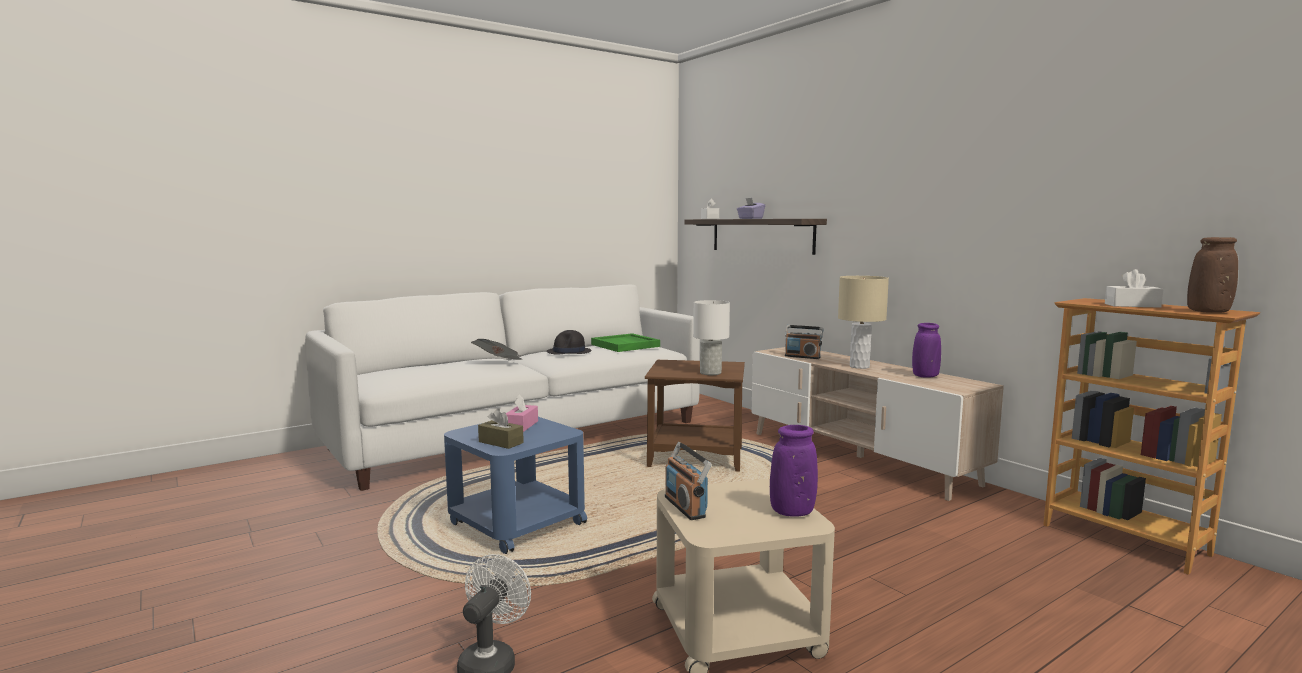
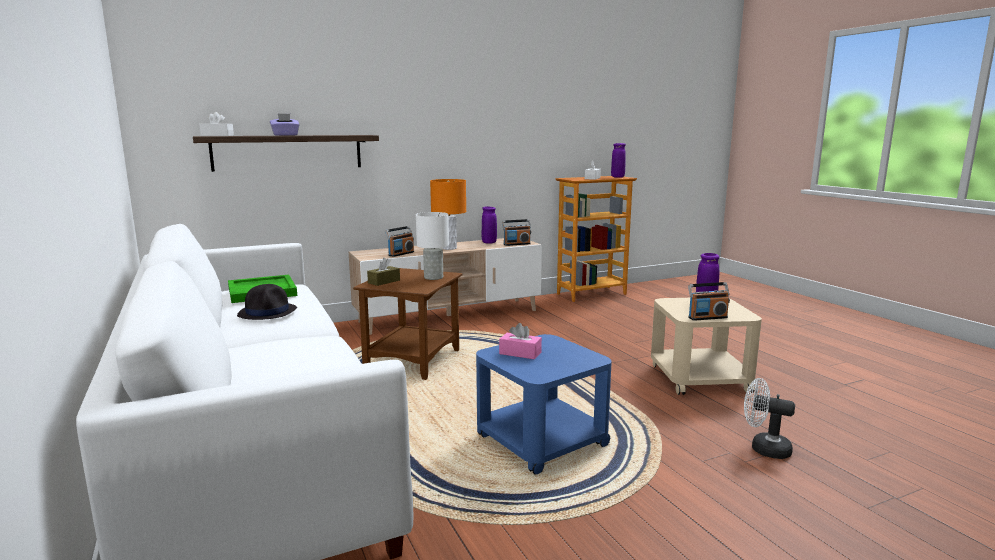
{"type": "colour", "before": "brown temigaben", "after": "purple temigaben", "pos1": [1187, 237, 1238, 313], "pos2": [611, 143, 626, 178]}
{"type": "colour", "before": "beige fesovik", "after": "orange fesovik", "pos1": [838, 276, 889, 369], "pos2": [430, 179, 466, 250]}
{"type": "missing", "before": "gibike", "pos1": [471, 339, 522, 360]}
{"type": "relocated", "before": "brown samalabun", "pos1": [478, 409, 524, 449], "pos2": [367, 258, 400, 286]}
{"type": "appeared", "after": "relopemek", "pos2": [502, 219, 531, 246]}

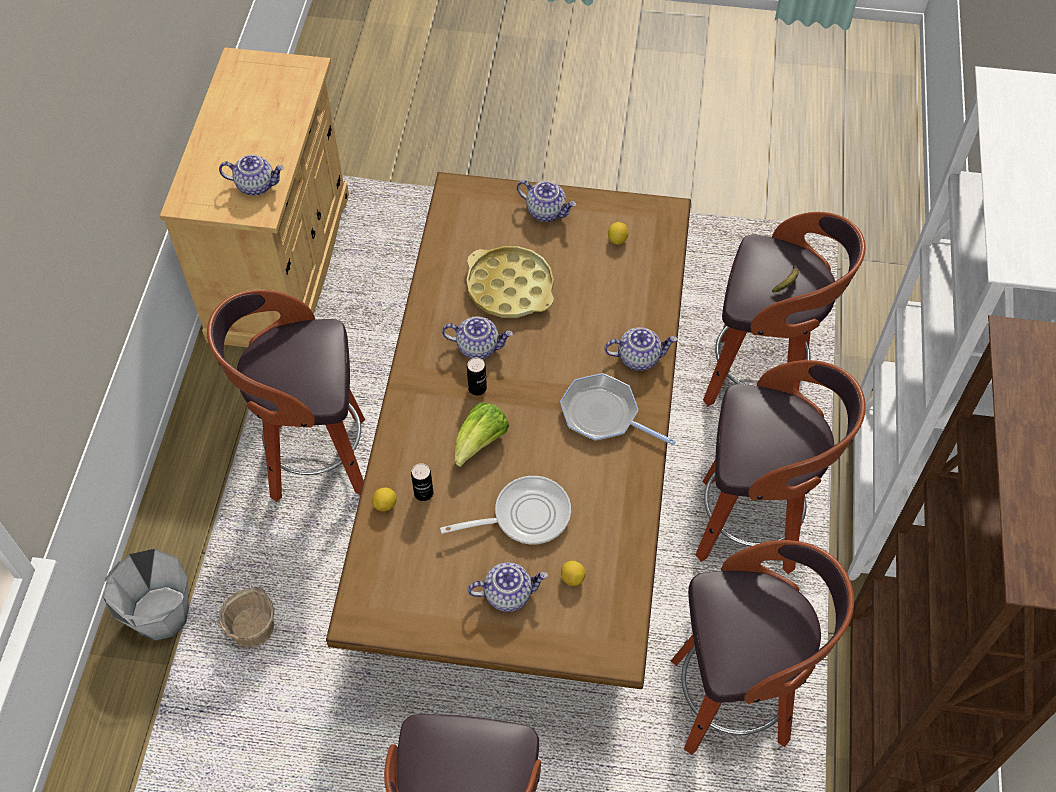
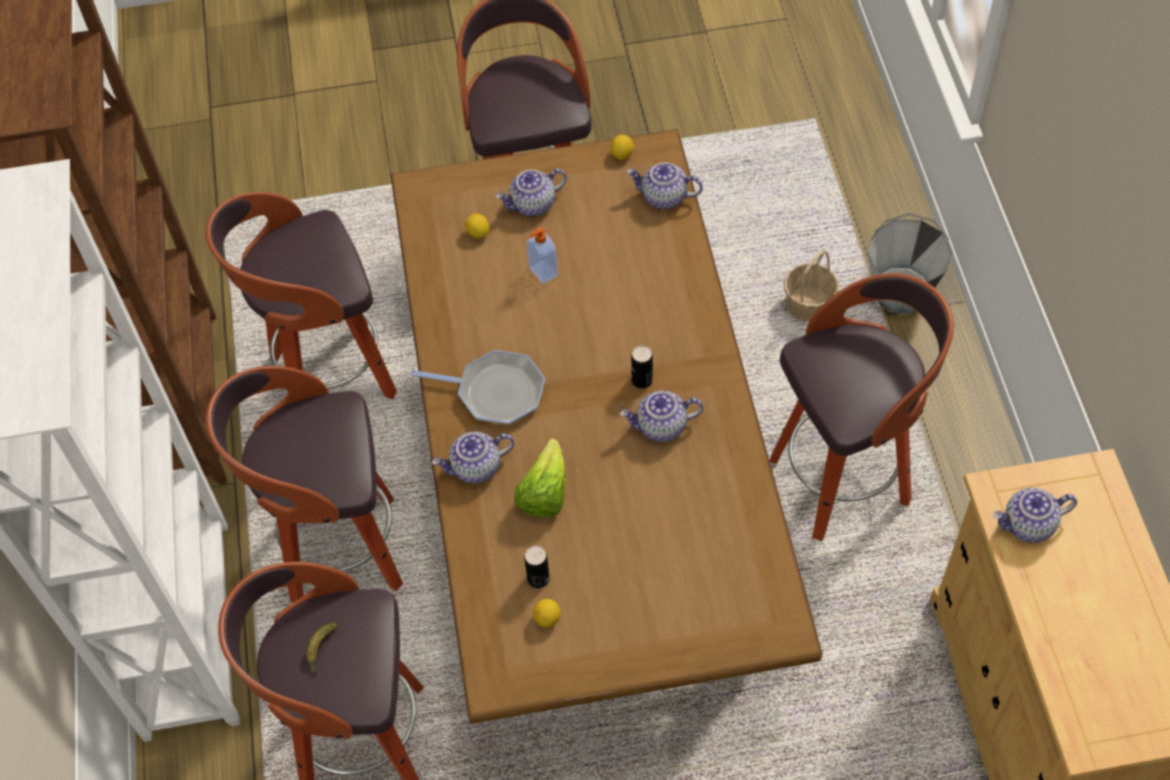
{"type": "relocated", "before": "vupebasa", "pos1": [517, 180, 576, 222], "pos2": [627, 162, 703, 209]}
{"type": "missing", "before": "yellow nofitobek", "pos1": [466, 246, 554, 318]}
{"type": "relocated", "before": "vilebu", "pos1": [455, 402, 509, 467], "pos2": [514, 439, 567, 518]}
{"type": "relocated", "before": "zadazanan", "pos1": [411, 463, 433, 501], "pos2": [524, 546, 550, 588]}
{"type": "exchanged", "before": "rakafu", "after": "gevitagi", "pos1": [440, 476, 571, 544], "pos2": [526, 227, 558, 284]}
{"type": "relocated", "before": "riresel", "pos1": [372, 488, 397, 511], "pos2": [611, 135, 634, 160]}

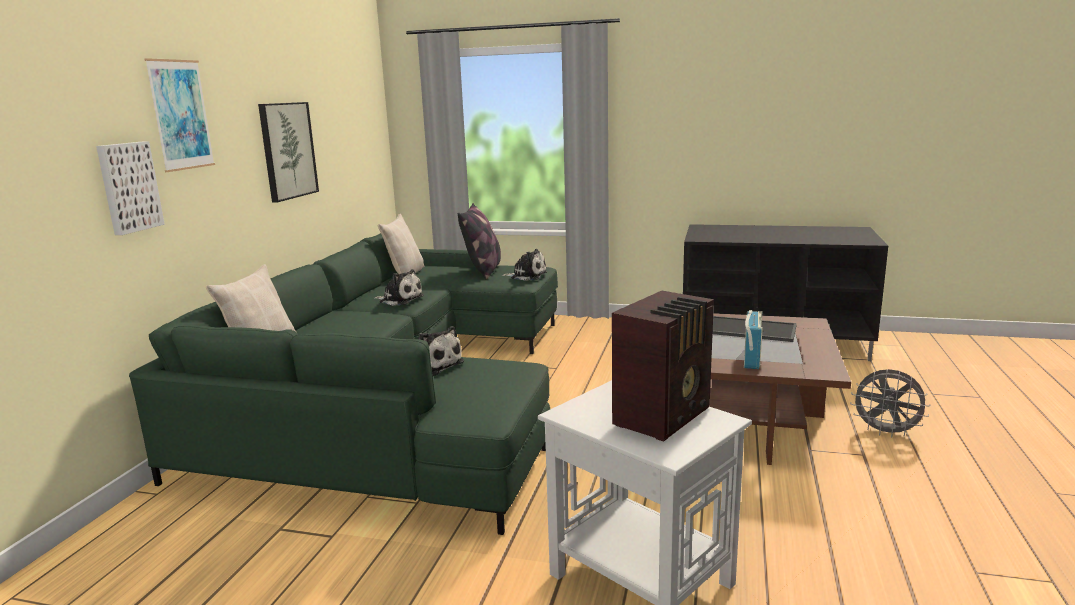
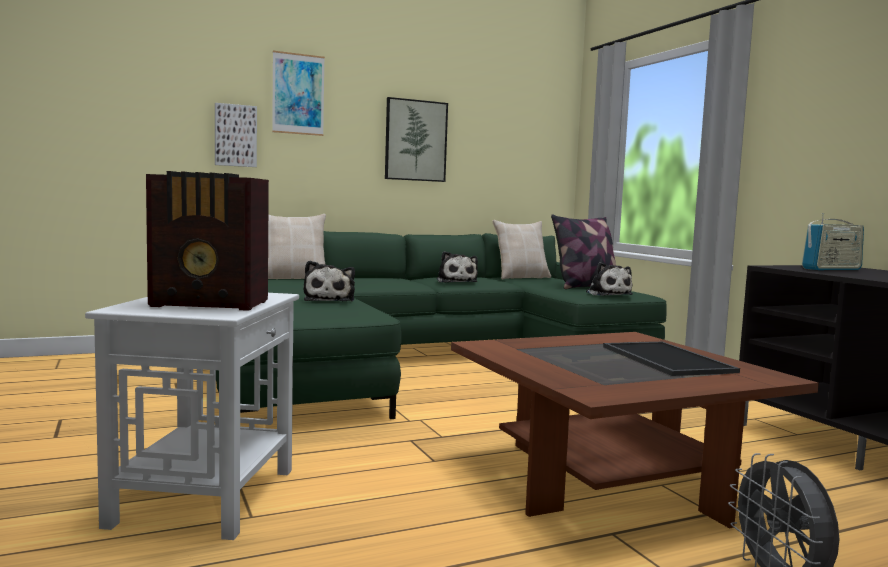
{"type": "relocated", "before": "relopemek", "pos1": [744, 310, 763, 369], "pos2": [802, 213, 864, 270]}

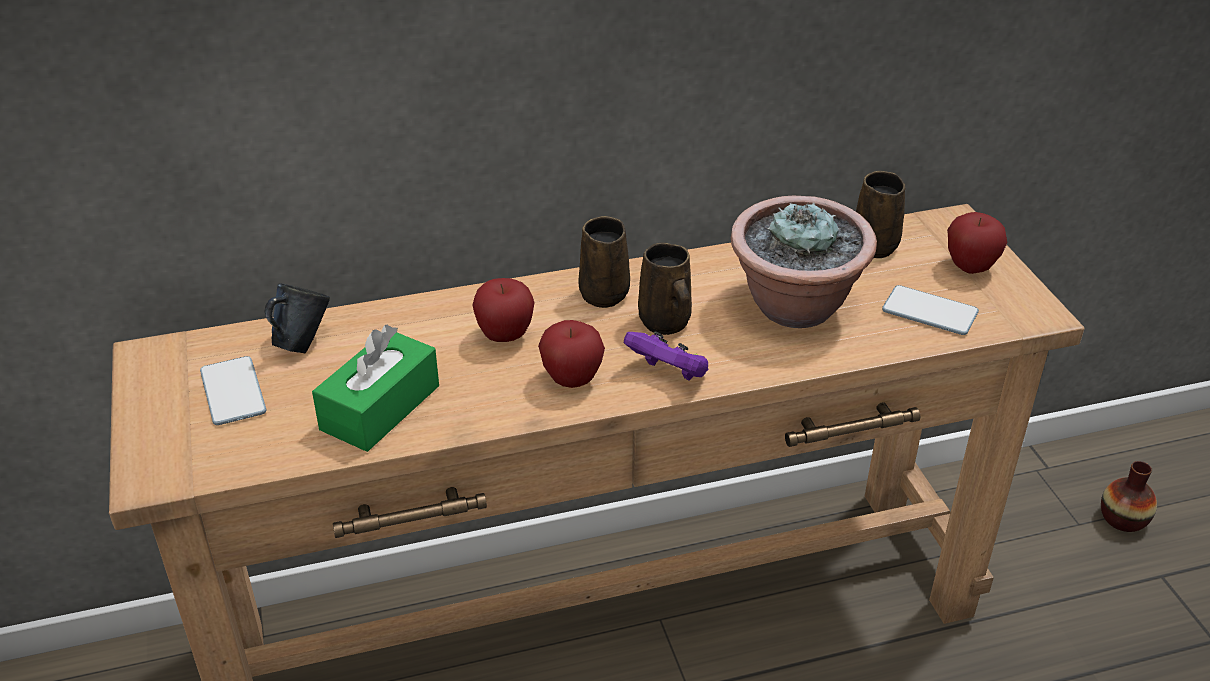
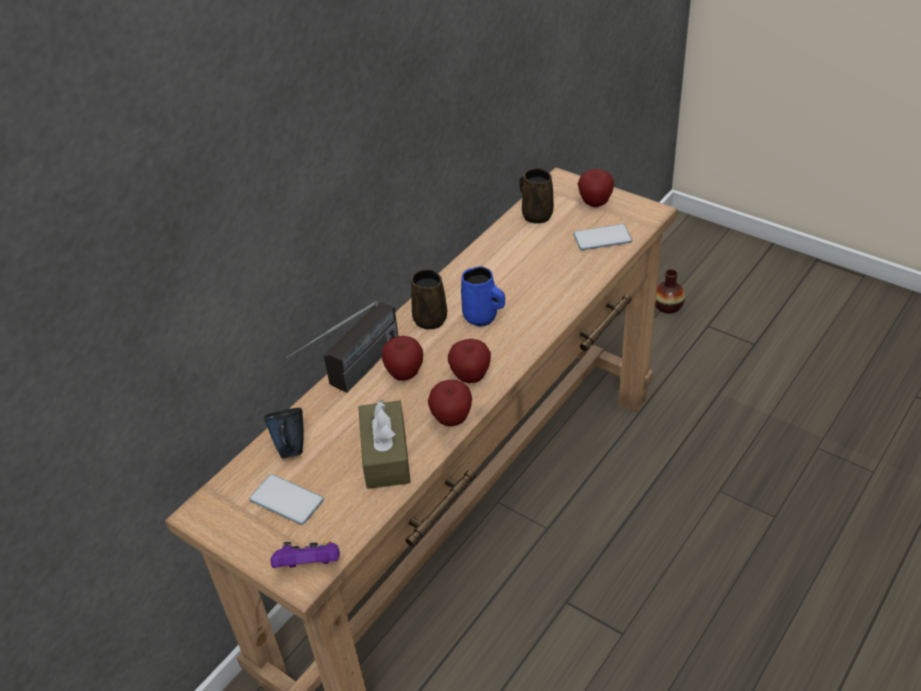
{"type": "missing", "before": "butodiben", "pos1": [731, 196, 877, 328]}
{"type": "colour", "before": "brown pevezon", "after": "blue pevezon", "pos1": [638, 242, 692, 335], "pos2": [461, 266, 505, 326]}
{"type": "colour", "before": "green samalabun", "after": "brown samalabun", "pos1": [312, 325, 439, 452], "pos2": [358, 400, 411, 489]}
{"type": "relocated", "before": "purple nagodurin", "pos1": [624, 332, 708, 381], "pos2": [270, 541, 340, 568]}
{"type": "appeared", "after": "relopemek", "pos2": [286, 301, 398, 393]}
{"type": "appeared", "after": "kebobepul", "pos2": [428, 380, 472, 426]}

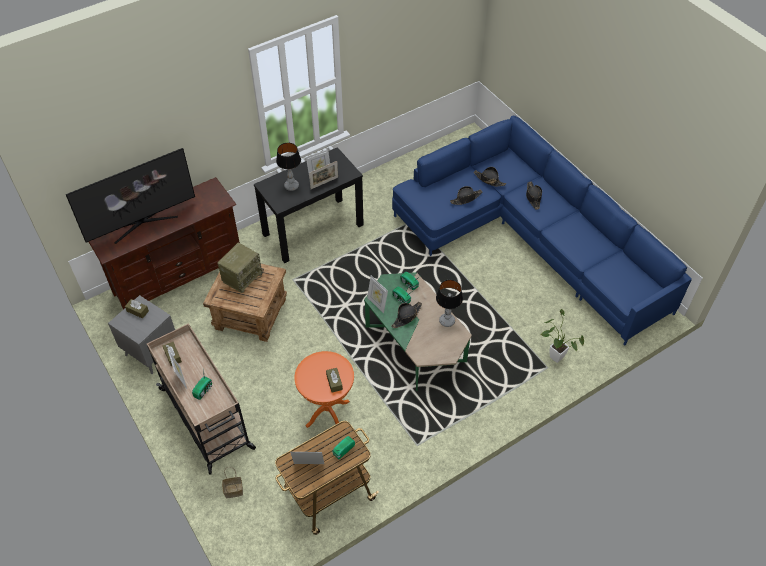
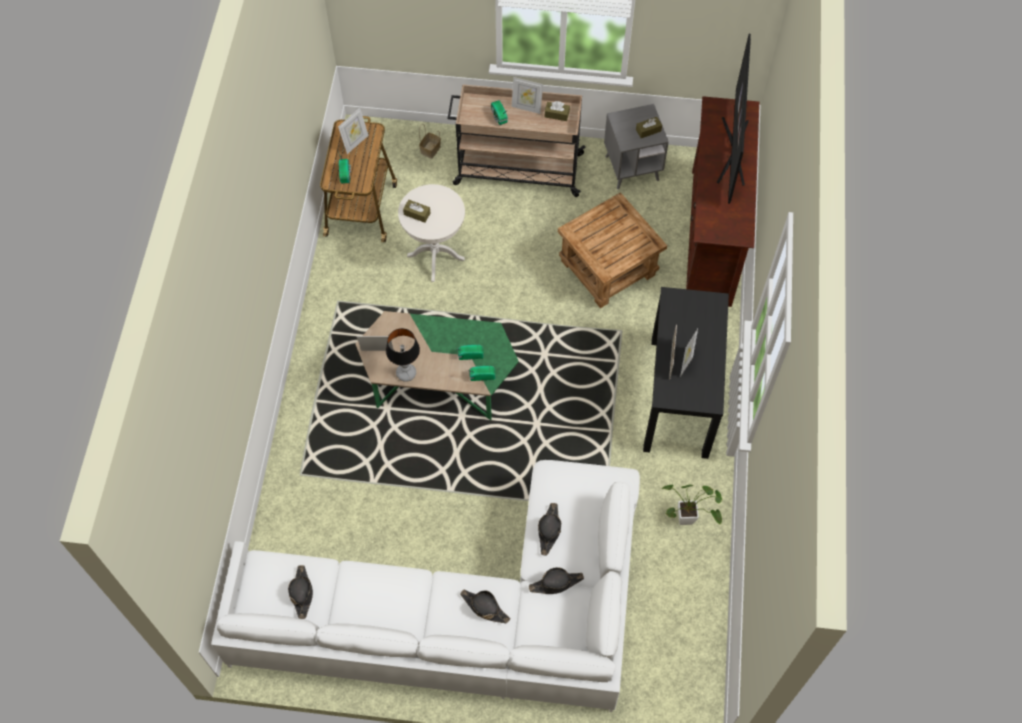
{"type": "colour", "before": "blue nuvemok", "after": "white nuvemok", "pos1": [392, 116, 692, 346], "pos2": [211, 460, 640, 712]}
{"type": "missing", "before": "fesovik", "pos1": [276, 143, 301, 191]}
{"type": "missing", "before": "relopemek", "pos1": [218, 243, 264, 293]}
{"type": "relocated", "before": "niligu", "pos1": [367, 276, 388, 313], "pos2": [357, 336, 394, 351]}
{"type": "relocated", "before": "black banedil", "pos1": [391, 301, 422, 328], "pos2": [288, 565, 313, 619]}
{"type": "relocated", "before": "butodiben", "pos1": [541, 309, 584, 363], "pos2": [661, 484, 722, 525]}
{"type": "colour", "before": "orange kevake", "after": "white kevake", "pos1": [294, 351, 354, 432], "pos2": [398, 184, 465, 282]}

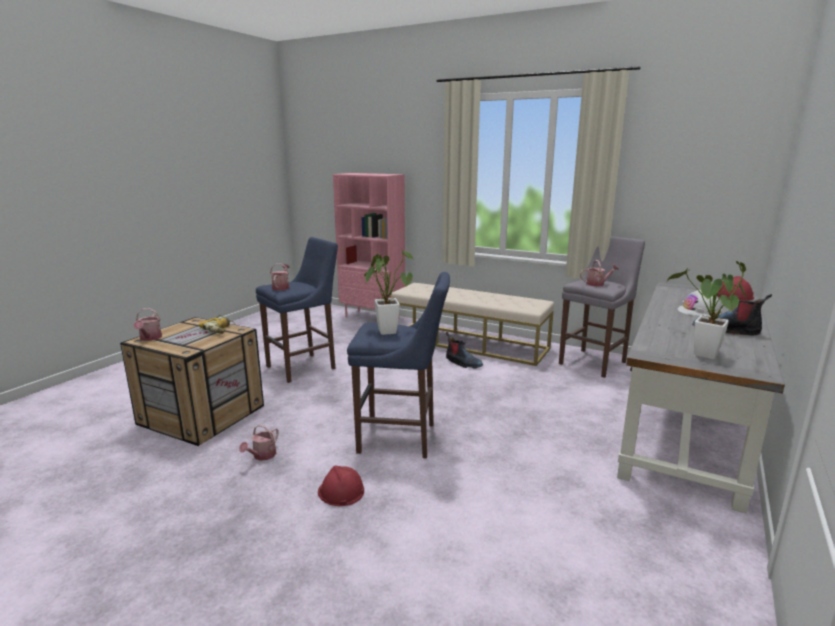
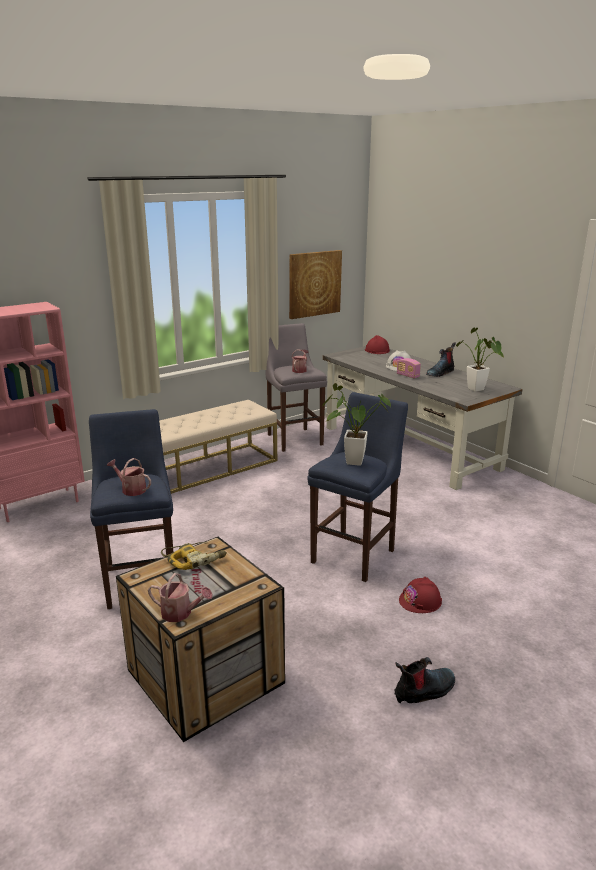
{"type": "relocated", "before": "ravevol", "pos1": [446, 332, 483, 369], "pos2": [394, 657, 455, 703]}
{"type": "missing", "before": "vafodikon", "pos1": [239, 425, 279, 461]}
{"type": "appeared", "after": "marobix", "pos2": [289, 250, 342, 319]}
{"type": "appeared", "after": "relopemek", "pos2": [397, 358, 421, 378]}

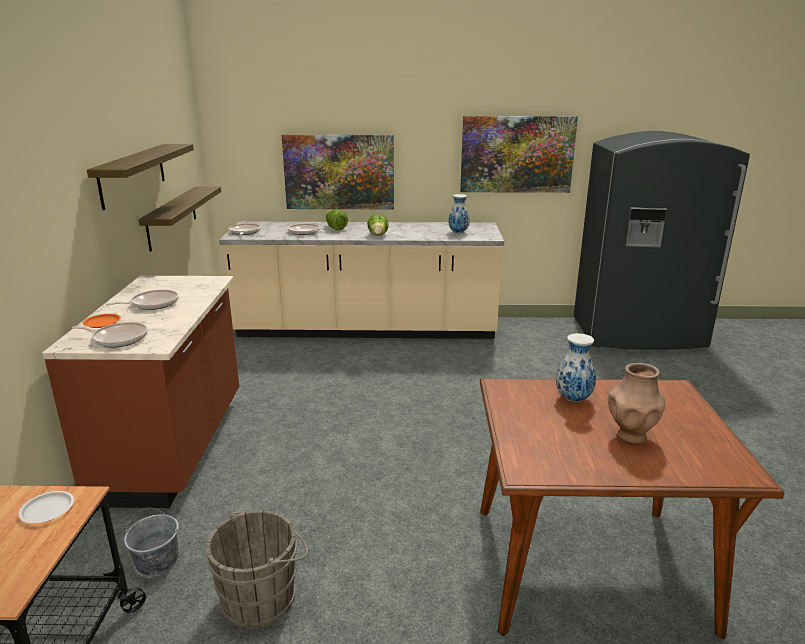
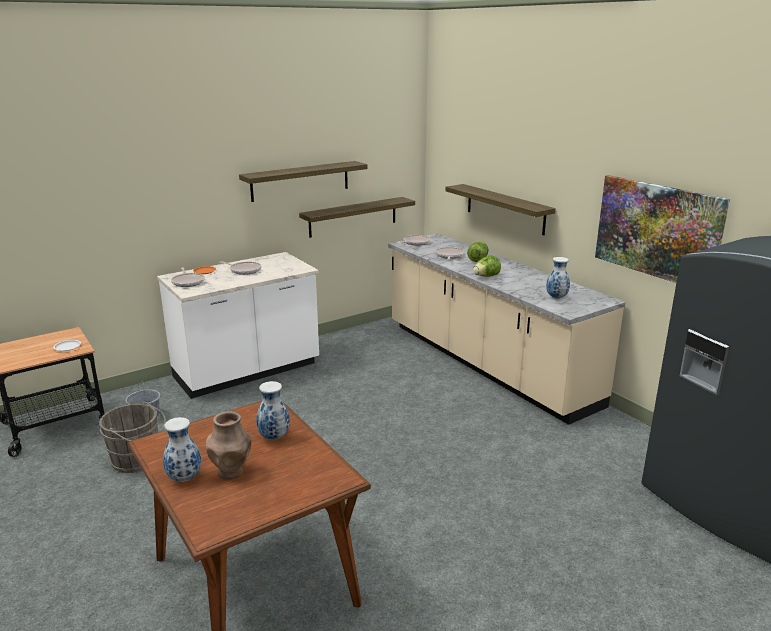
{"type": "exchanged", "before": "marobix", "after": "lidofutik", "pos1": [282, 135, 394, 210], "pos2": [445, 184, 556, 235]}
{"type": "colour", "before": "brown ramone", "after": "white ramone", "pos1": [42, 276, 239, 508], "pos2": [157, 252, 319, 399]}
{"type": "appeared", "after": "temigaben", "pos2": [163, 417, 201, 482]}

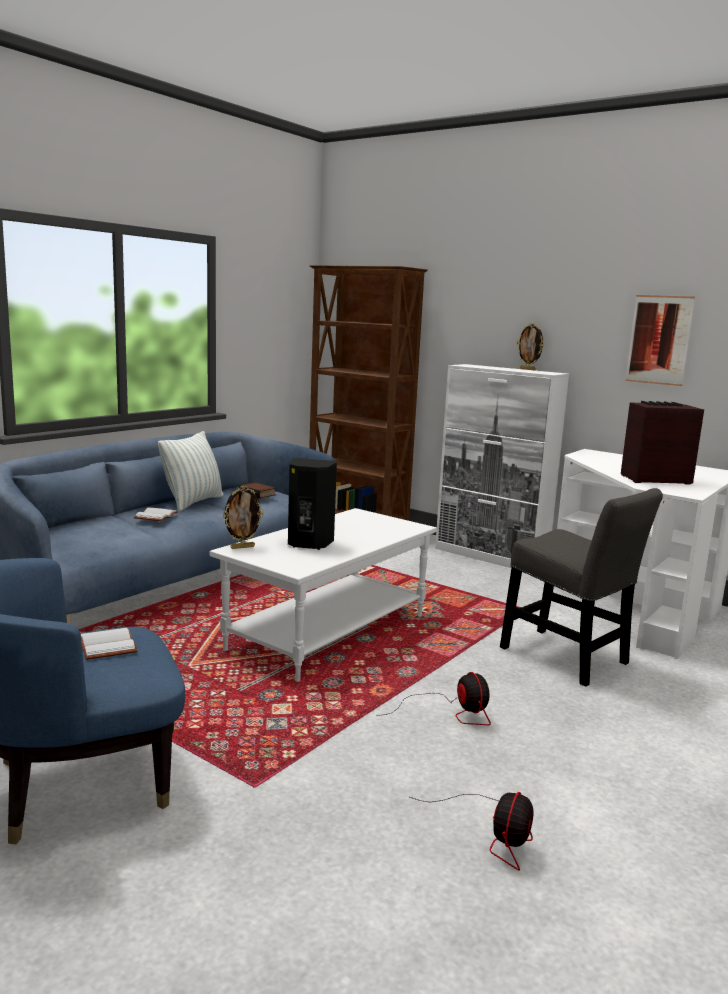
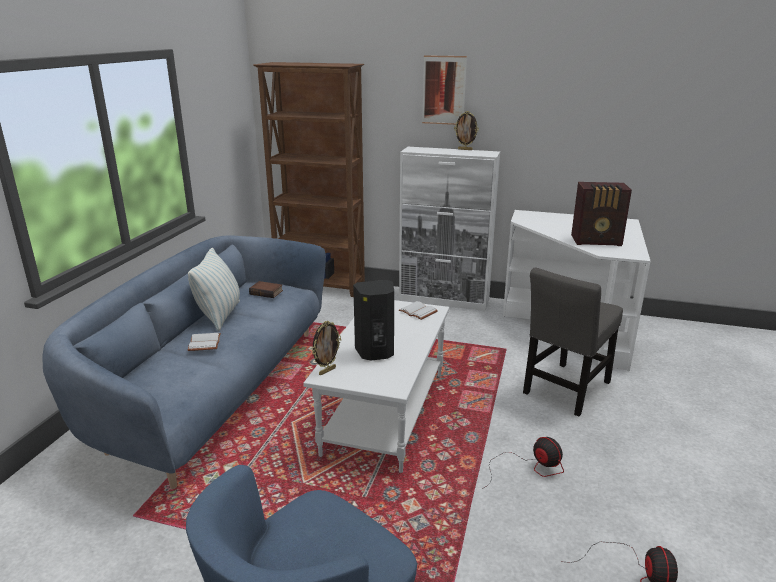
{"type": "relocated", "before": "marobix", "pos1": [625, 295, 695, 386], "pos2": [422, 55, 467, 125]}
{"type": "spun", "before": "relopemek", "pos1": [621, 401, 704, 485], "pos2": [571, 182, 632, 246], "turn": -150}
{"type": "spun", "before": "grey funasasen", "pos1": [500, 488, 663, 687], "pos2": [523, 268, 623, 416], "turn": 105}
{"type": "relocated", "before": "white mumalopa", "pos1": [81, 628, 138, 660], "pos2": [399, 301, 438, 320]}

